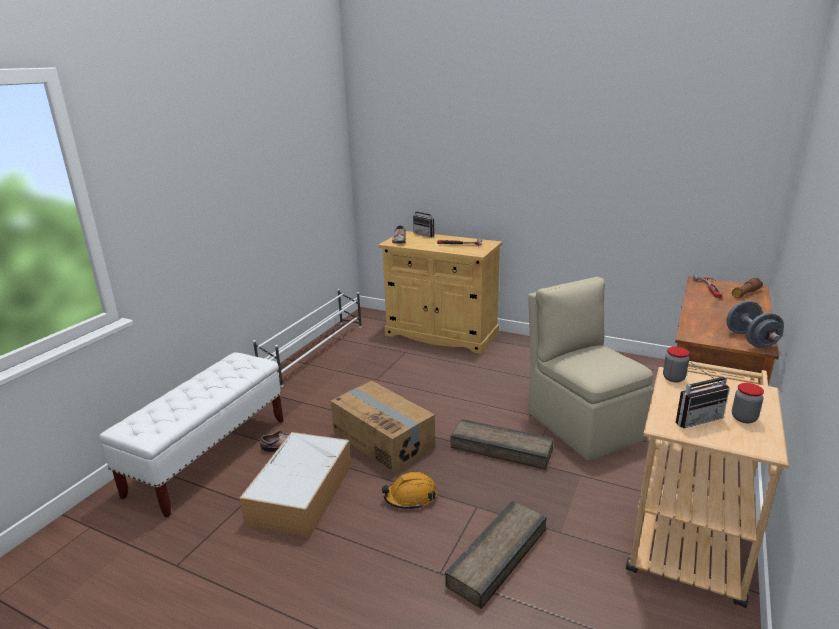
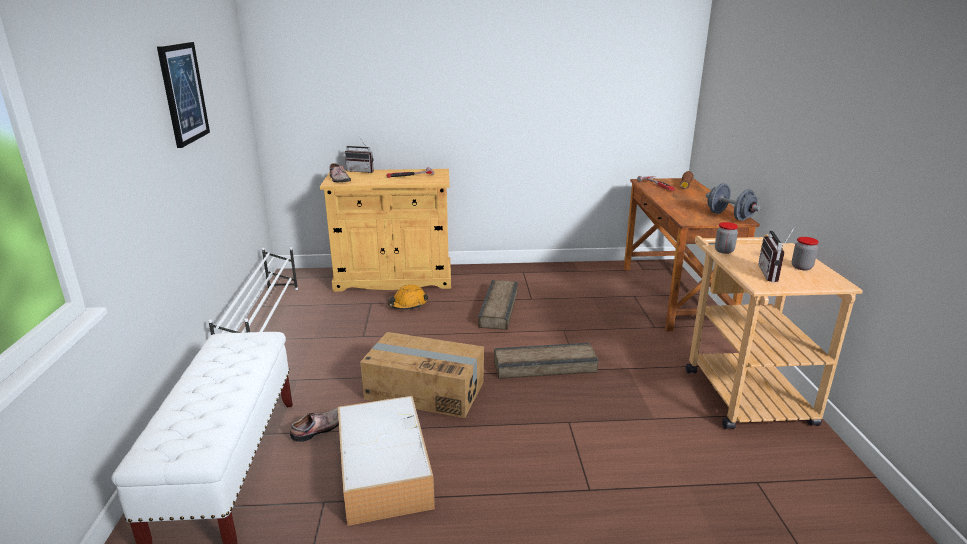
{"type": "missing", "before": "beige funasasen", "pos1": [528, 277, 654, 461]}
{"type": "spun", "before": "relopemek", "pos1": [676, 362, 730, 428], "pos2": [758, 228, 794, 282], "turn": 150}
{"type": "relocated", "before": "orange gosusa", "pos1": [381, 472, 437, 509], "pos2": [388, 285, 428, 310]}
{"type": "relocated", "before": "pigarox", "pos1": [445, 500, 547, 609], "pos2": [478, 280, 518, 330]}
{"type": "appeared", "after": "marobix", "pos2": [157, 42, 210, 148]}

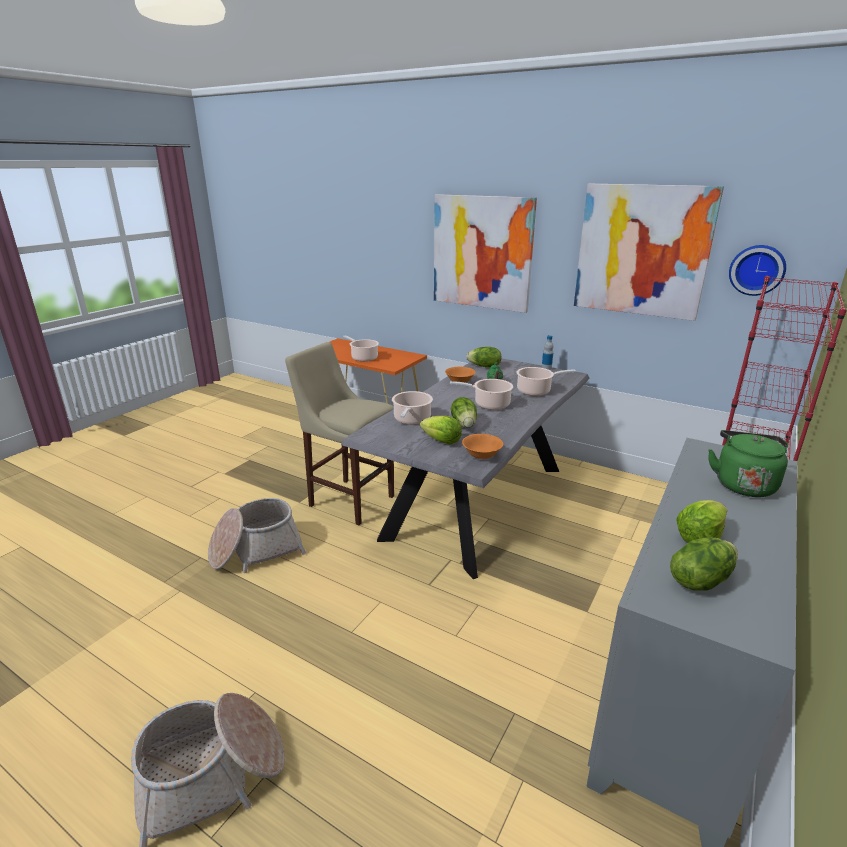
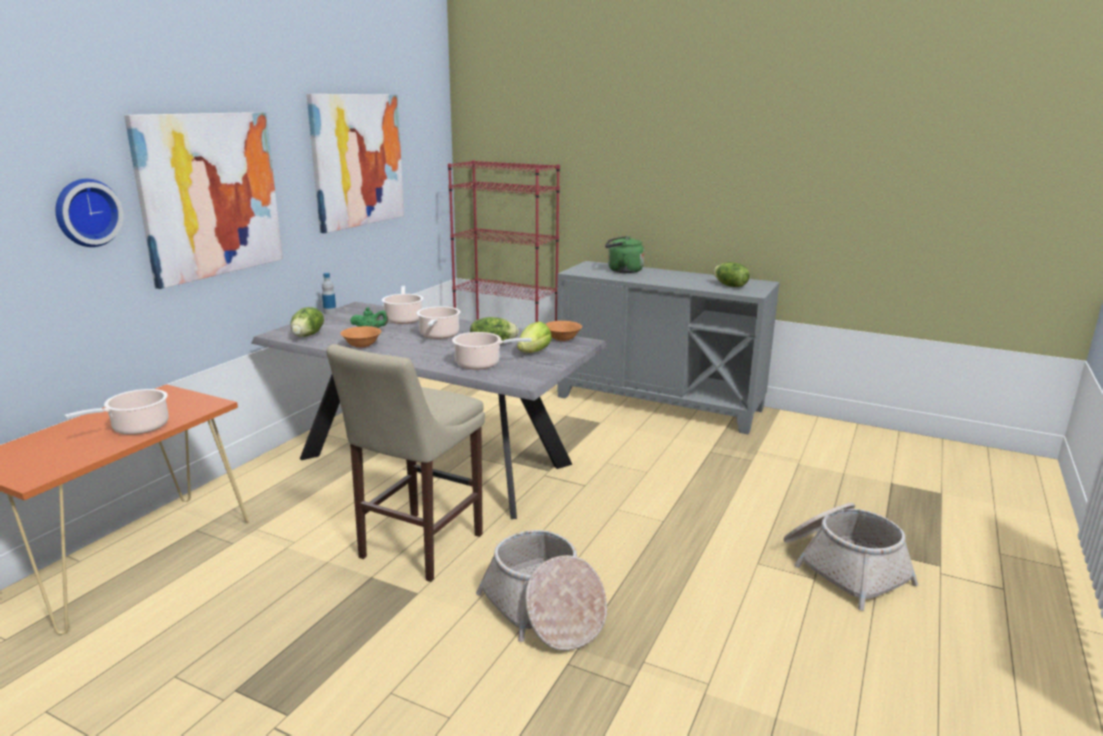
{"type": "relocated", "before": "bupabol", "pos1": [729, 245, 786, 296], "pos2": [55, 179, 123, 247]}
{"type": "missing", "before": "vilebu", "pos1": [676, 500, 727, 543]}

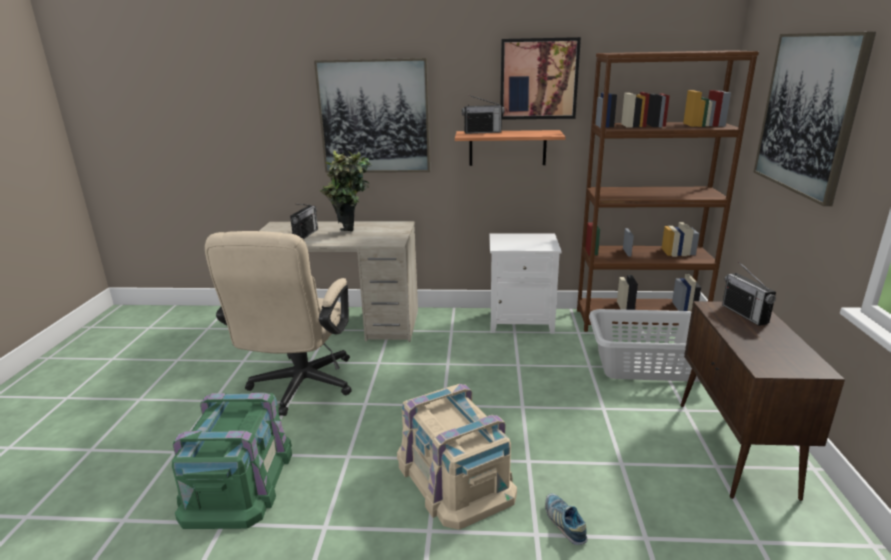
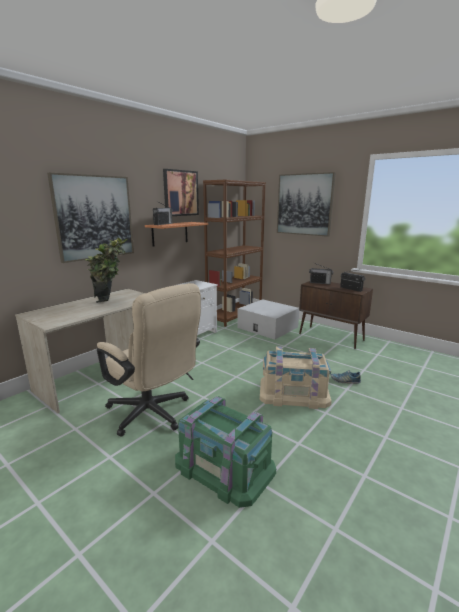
{"type": "relocated", "before": "relopemek", "pos1": [290, 203, 318, 239], "pos2": [340, 269, 365, 292]}
{"type": "exchanged", "before": "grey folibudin", "after": "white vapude", "pos1": [589, 309, 700, 382], "pos2": [237, 299, 299, 340]}

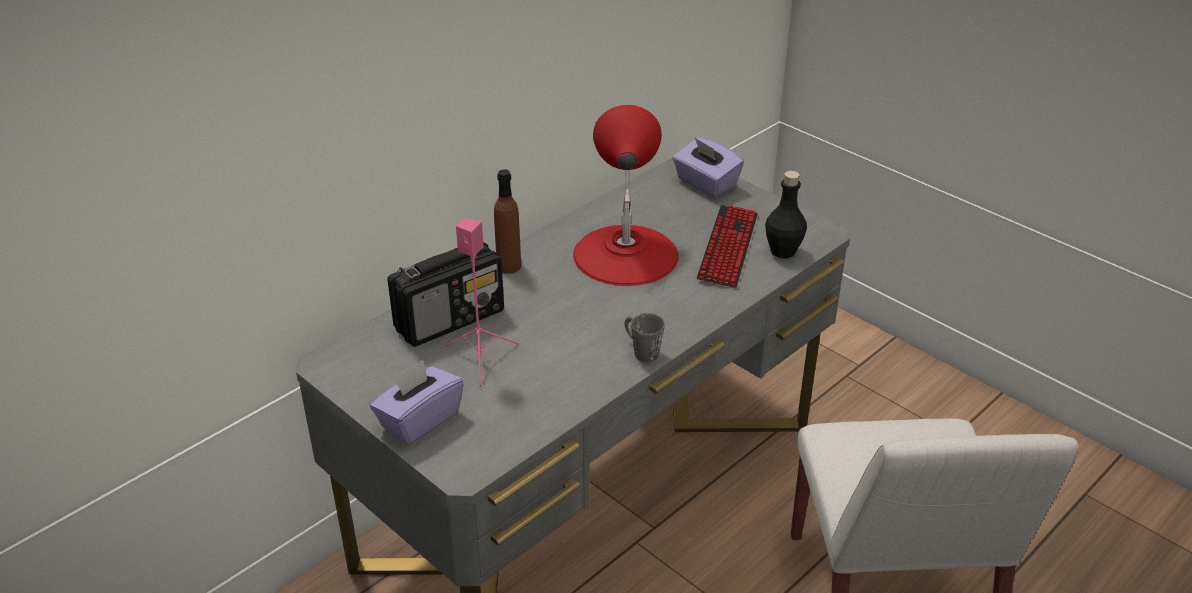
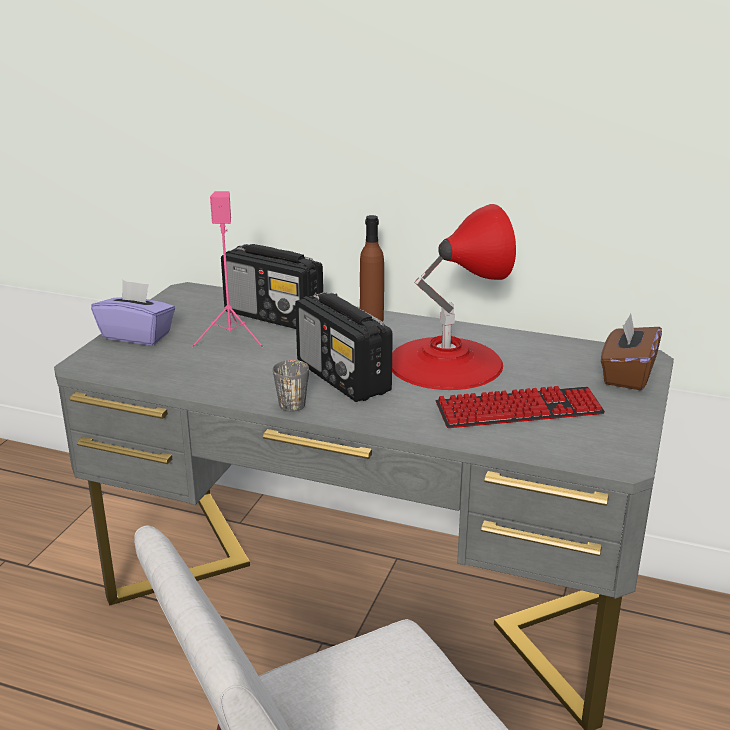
{"type": "colour", "before": "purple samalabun", "after": "brown samalabun", "pos1": [672, 137, 744, 197], "pos2": [601, 313, 662, 391]}
{"type": "missing", "before": "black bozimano", "pos1": [765, 171, 807, 259]}
{"type": "appeared", "after": "relopemek", "pos2": [295, 292, 393, 402]}

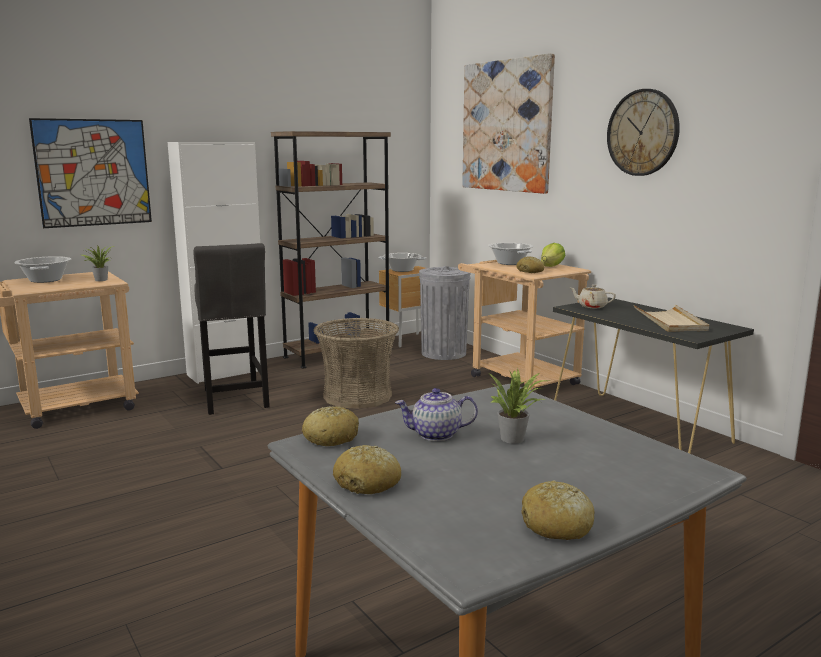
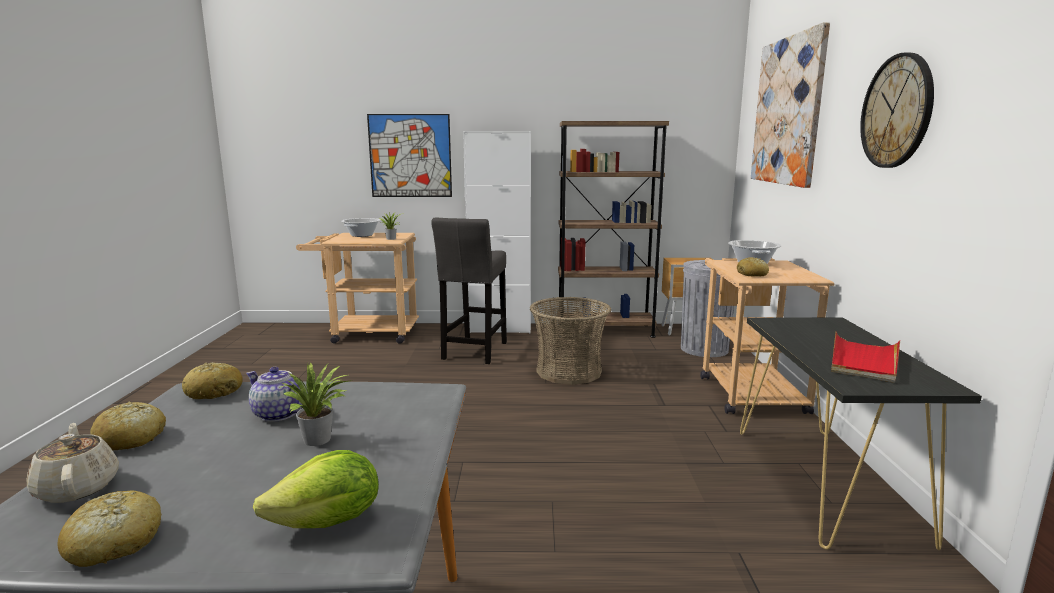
{"type": "relocated", "before": "vilebu", "pos1": [541, 243, 565, 267], "pos2": [253, 450, 379, 528]}
{"type": "missing", "before": "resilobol", "pos1": [378, 253, 427, 272]}
{"type": "relocated", "before": "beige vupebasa", "pos1": [569, 284, 616, 308], "pos2": [26, 423, 119, 503]}
{"type": "colour", "before": "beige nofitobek", "after": "red nofitobek", "pos1": [634, 305, 709, 332], "pos2": [831, 332, 900, 383]}

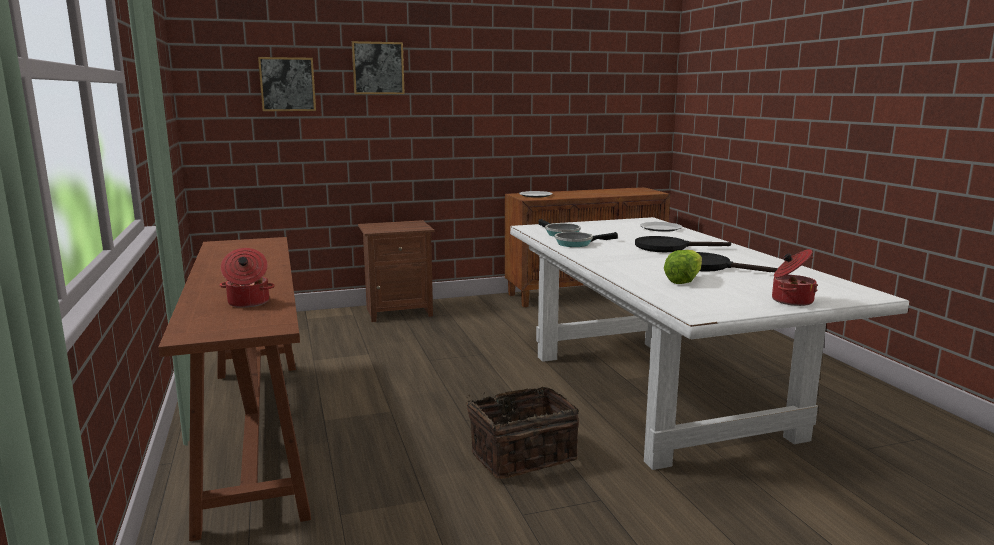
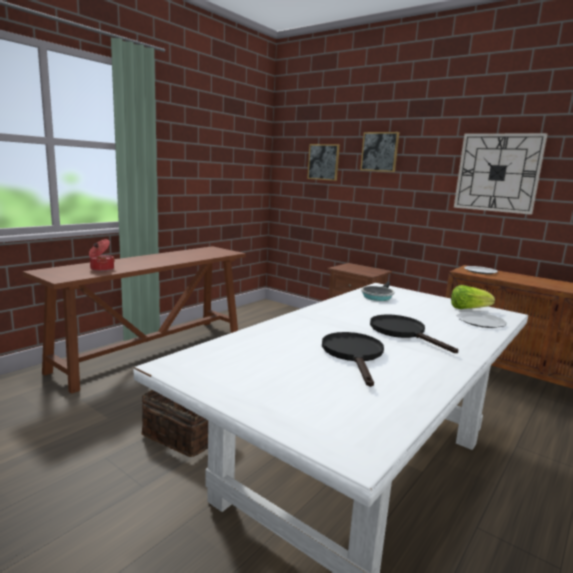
{"type": "missing", "before": "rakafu", "pos1": [555, 232, 618, 247]}
{"type": "missing", "before": "resilobol", "pos1": [772, 249, 818, 306]}
{"type": "relocated", "before": "vilebu", "pos1": [664, 250, 702, 284], "pos2": [451, 285, 495, 309]}
{"type": "appeared", "after": "bupabol", "pos2": [454, 133, 548, 215]}

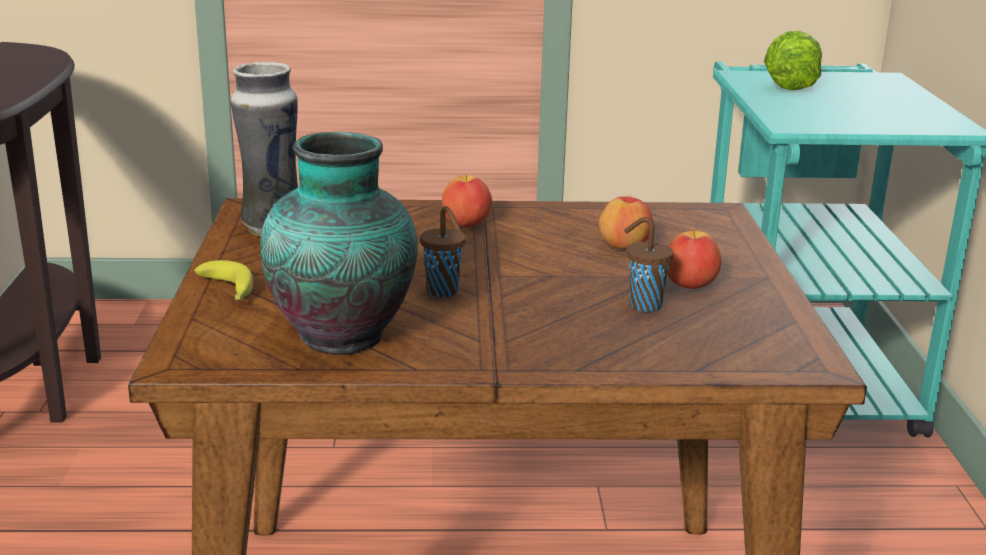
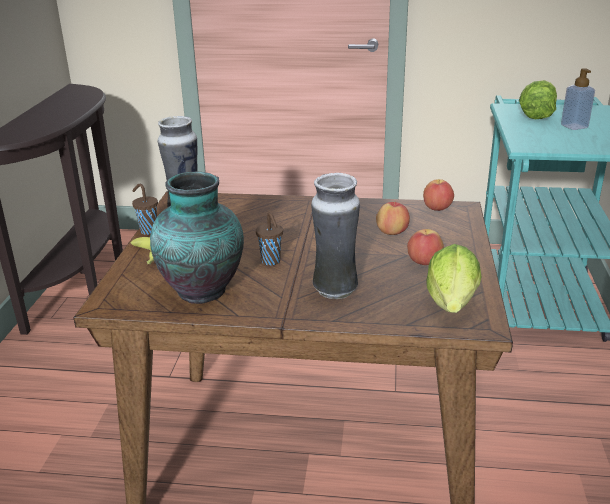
{"type": "relocated", "before": "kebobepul", "pos1": [442, 175, 492, 227], "pos2": [423, 179, 454, 211]}
{"type": "relocated", "before": "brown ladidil", "pos1": [624, 217, 673, 312], "pos2": [132, 184, 158, 235]}
{"type": "appeared", "after": "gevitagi", "pos2": [561, 68, 595, 130]}
{"type": "appeared", "after": "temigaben", "pos2": [311, 173, 360, 299]}
{"type": "appeared", "after": "vilebu", "pos2": [426, 244, 481, 313]}

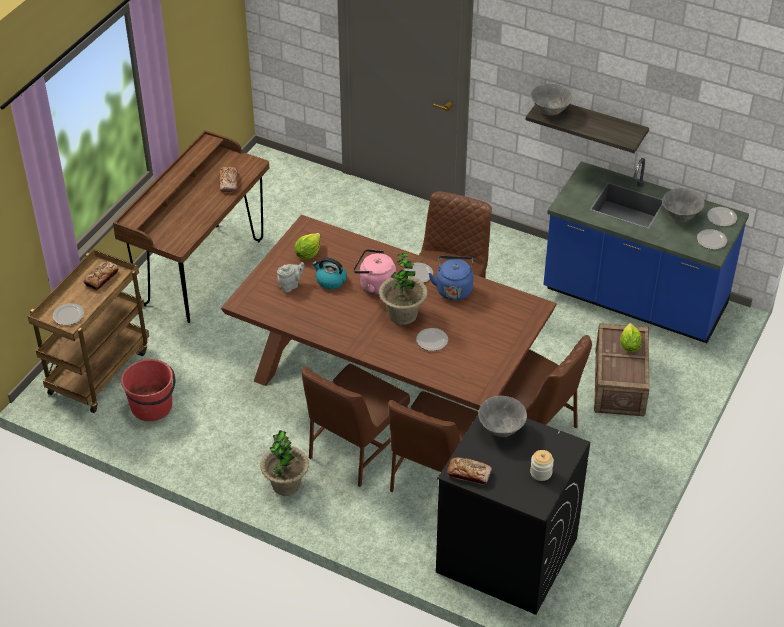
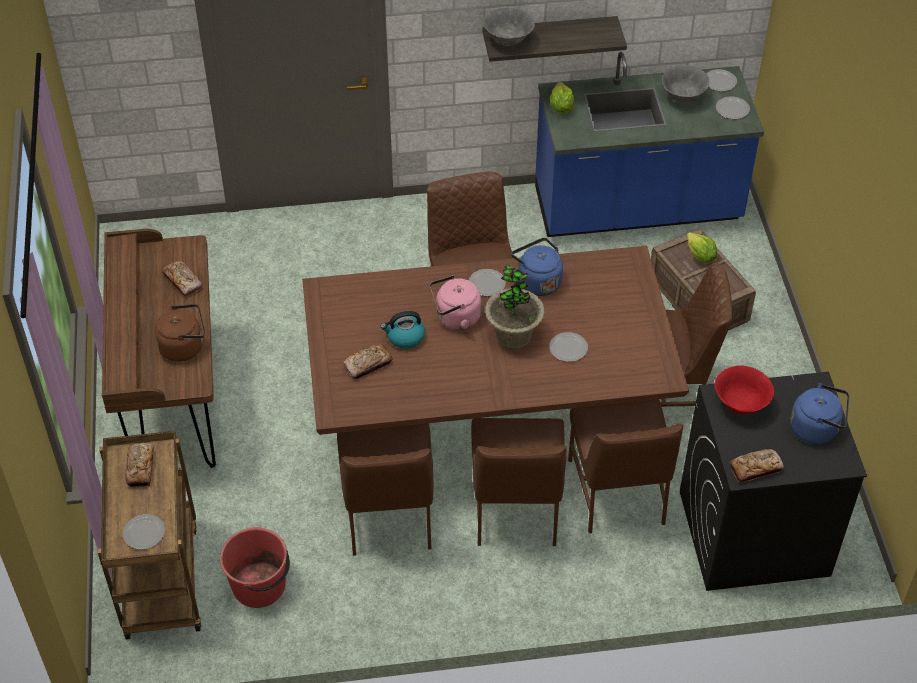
{"type": "relocated", "before": "vilebu", "pos1": [294, 233, 321, 259], "pos2": [550, 82, 574, 114]}
{"type": "exchanged", "before": "grey vupebasa", "after": "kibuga", "pos1": [277, 262, 304, 293], "pos2": [343, 344, 392, 379]}
{"type": "colour", "before": "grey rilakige", "after": "red rilakige", "pos1": [478, 396, 527, 437], "pos2": [715, 366, 774, 414]}
{"type": "missing", "before": "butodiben", "pos1": [260, 430, 309, 496]}
{"type": "exchanged", "before": "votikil", "after": "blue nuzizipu", "pos1": [530, 450, 554, 481], "pos2": [790, 383, 849, 444]}
{"type": "appeared", "after": "brown nuzizipu", "pos2": [155, 304, 205, 362]}
{"type": "appeared", "after": "brown funasasen", "pos2": [337, 423, 434, 556]}

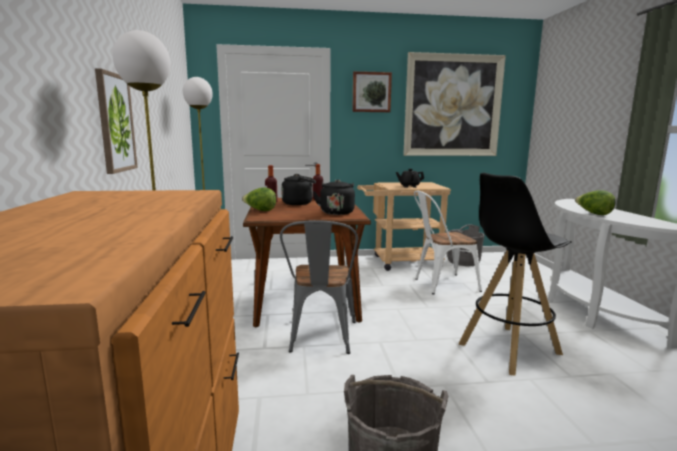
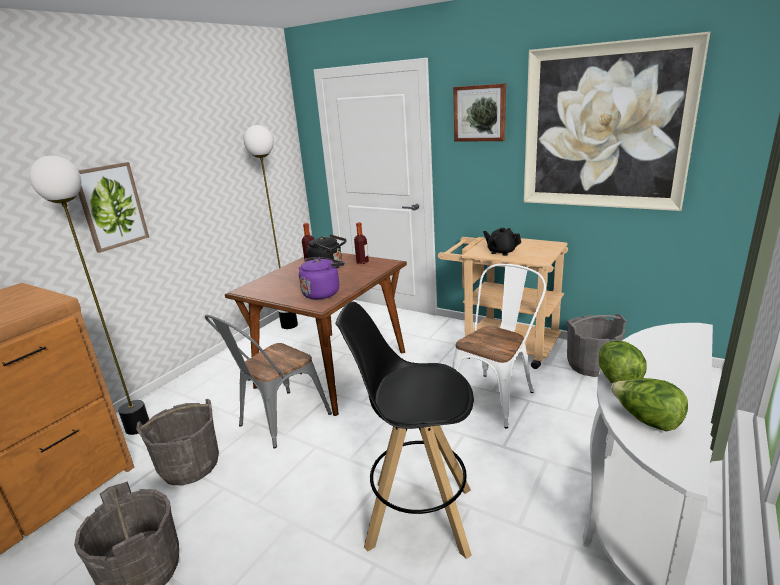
{"type": "colour", "before": "black nuzizipu", "after": "purple nuzizipu", "pos1": [313, 179, 355, 215], "pos2": [299, 257, 345, 299]}
{"type": "relocated", "before": "vilebu", "pos1": [242, 187, 276, 211], "pos2": [611, 378, 688, 431]}
{"type": "spun", "before": "white funasasen", "pos1": [414, 191, 482, 294], "pos2": [452, 264, 546, 428], "turn": 105}
{"type": "appeared", "after": "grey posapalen", "pos2": [136, 399, 219, 485]}

